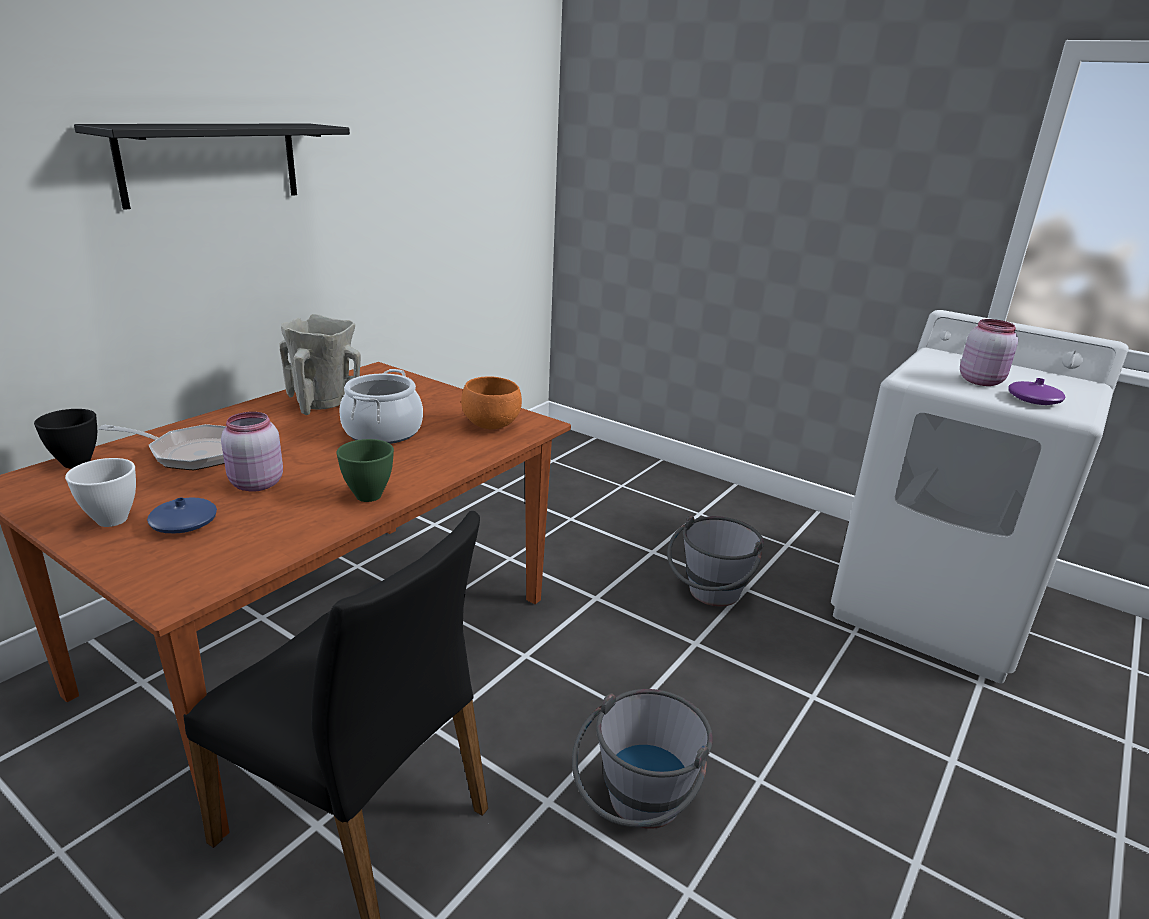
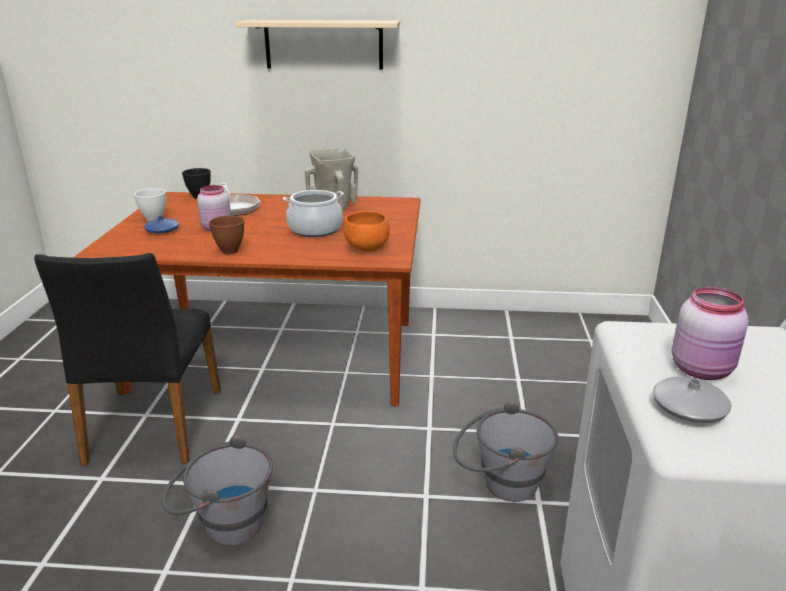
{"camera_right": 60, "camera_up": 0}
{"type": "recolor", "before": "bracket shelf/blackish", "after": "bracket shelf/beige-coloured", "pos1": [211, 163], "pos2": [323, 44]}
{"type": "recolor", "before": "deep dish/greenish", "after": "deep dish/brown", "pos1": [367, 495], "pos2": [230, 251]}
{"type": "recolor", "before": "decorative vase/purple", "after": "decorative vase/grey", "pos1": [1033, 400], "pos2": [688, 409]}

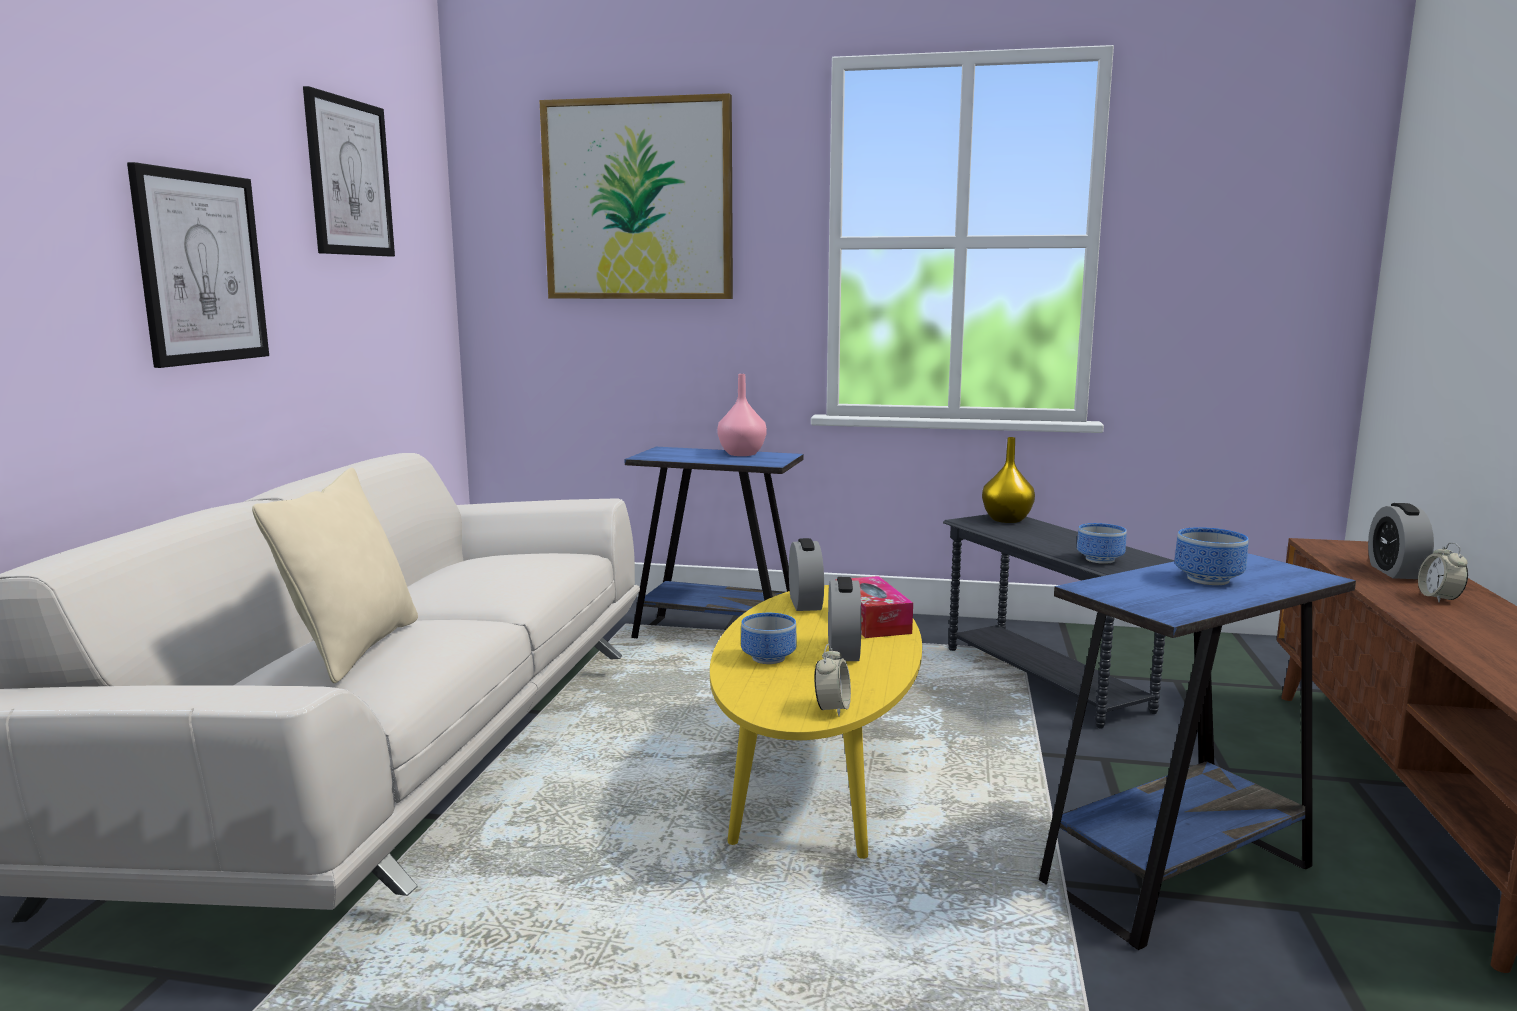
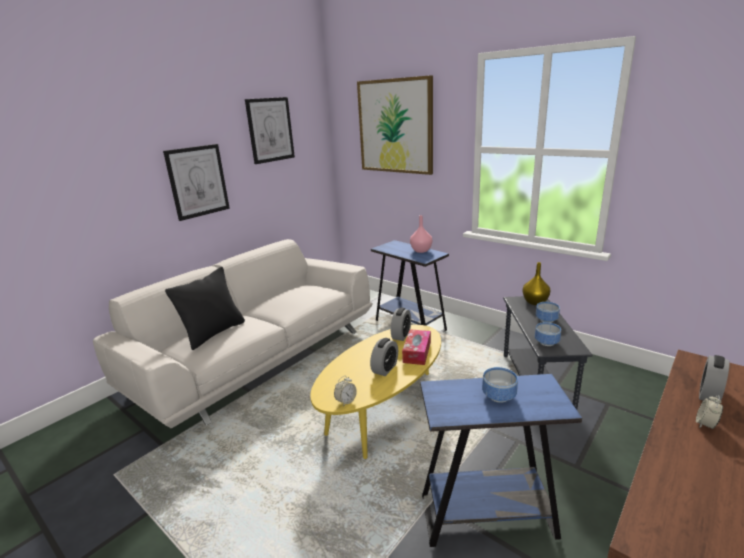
{"camera_right": 30, "camera_up": 10}
{"type": "move", "before": "deep dish", "pos1": [771, 658], "pos2": [547, 320]}
{"type": "recolor", "before": "pillow/beige-coloured", "after": "pillow/blackish", "pos1": [353, 648], "pos2": [214, 333]}

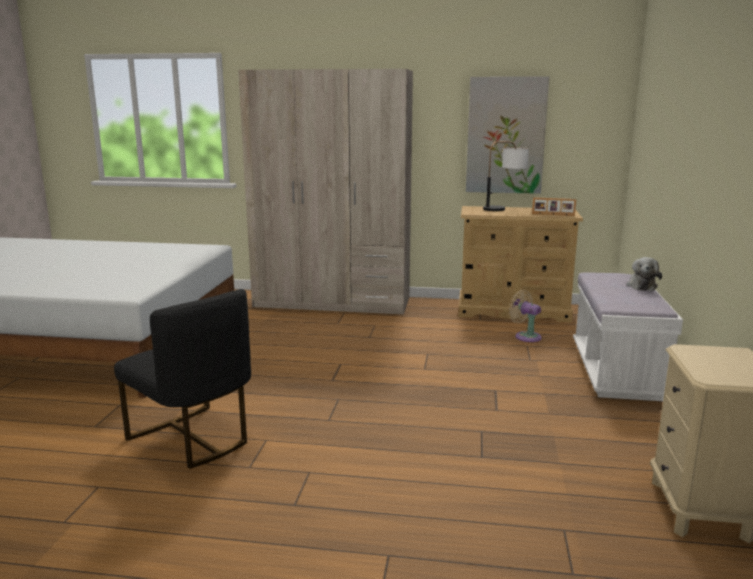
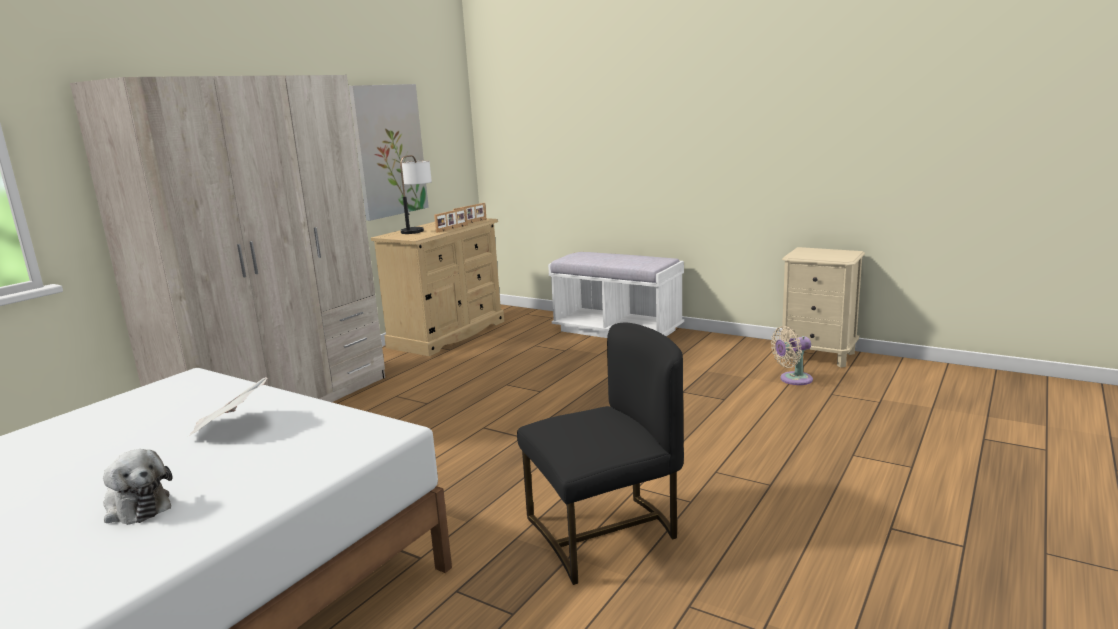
{"camera_right": -65, "camera_up": 0}
{"type": "insert", "after": "printed paper", "pos2": [231, 427]}
{"type": "insert", "after": "picture frame", "pos2": [452, 228]}
{"type": "move", "before": "electric fan/beige-coloured", "pos1": [525, 336], "pos2": [793, 379]}
{"type": "move", "before": "soft toy", "pos1": [641, 286], "pos2": [136, 507]}

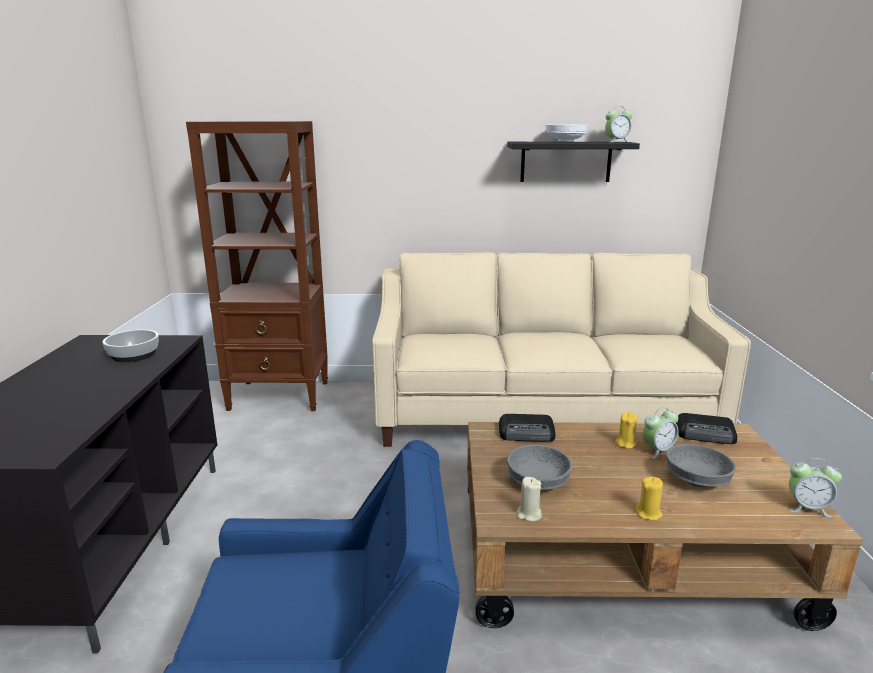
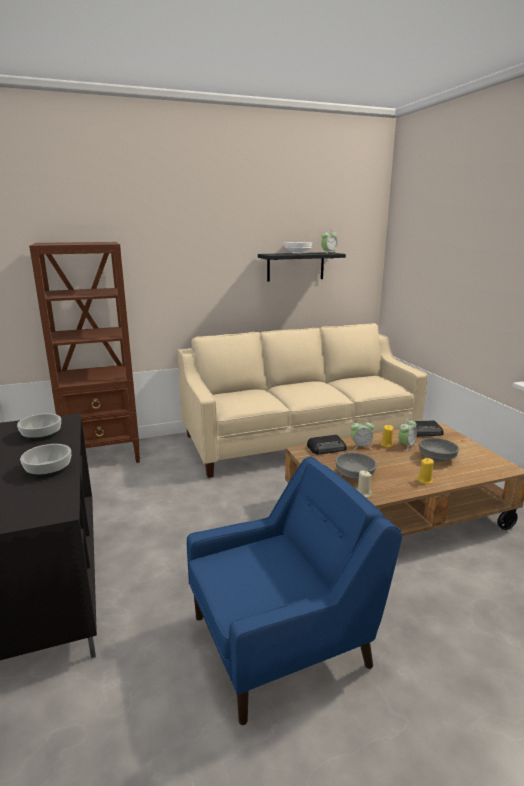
{"camera_right": -20, "camera_up": 0}
{"type": "insert", "after": "deep dish", "pos2": [49, 469]}
{"type": "move", "before": "bedside clock", "pos1": [807, 508], "pos2": [361, 446]}

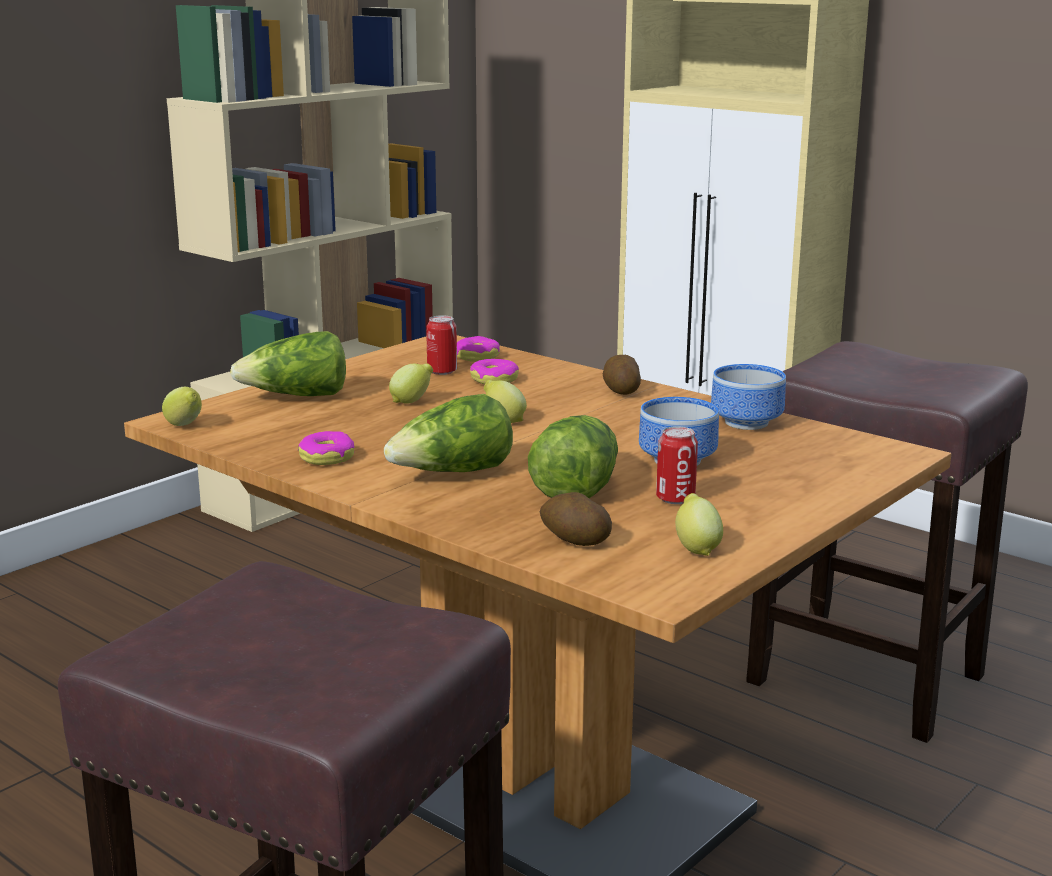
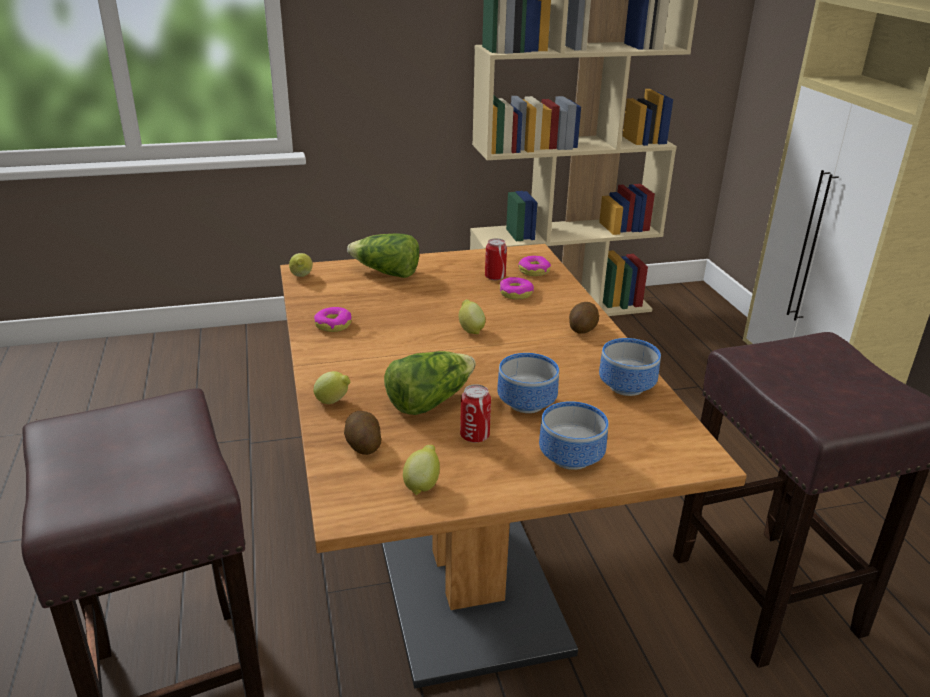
{"camera_right": 35, "camera_up": 10}
{"type": "delete", "before": "lettuce head", "pos1": [453, 473]}
{"type": "insert", "after": "deep dish", "pos2": [573, 459]}
{"type": "move", "before": "whole lemon", "pos1": [412, 401], "pos2": [333, 402]}

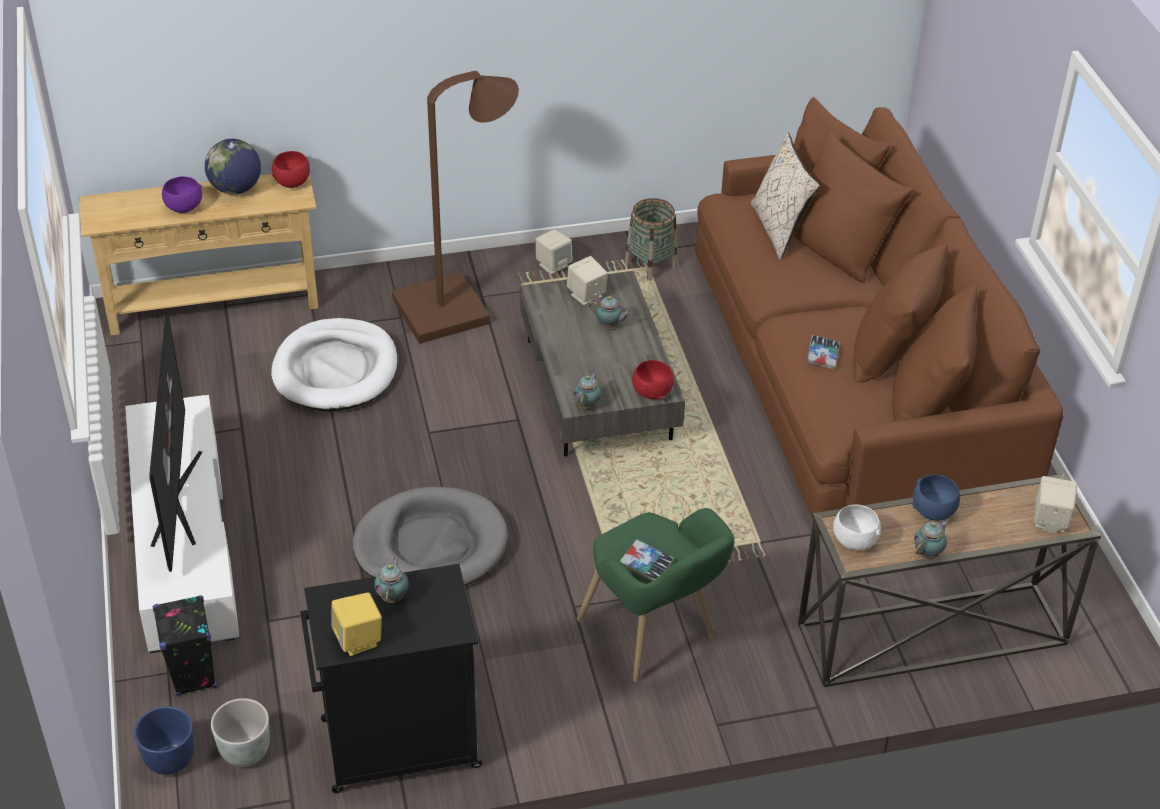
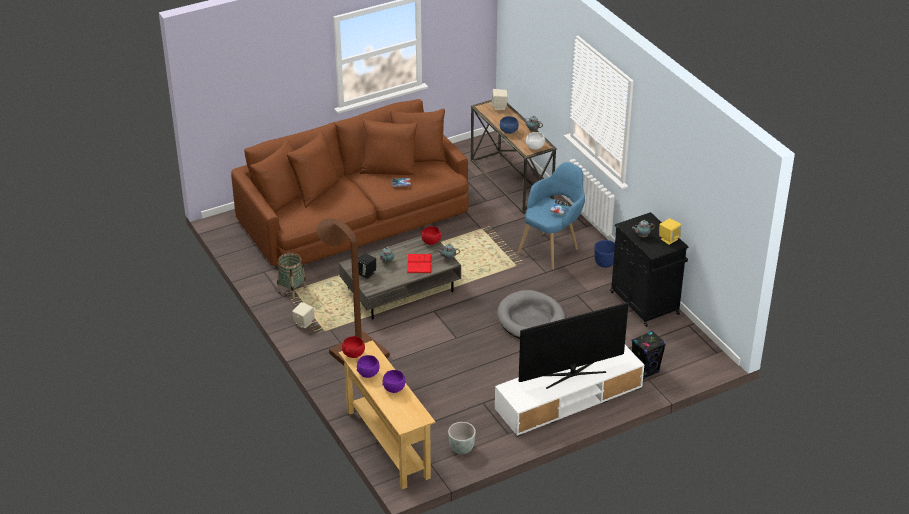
{"camera_right": -105, "camera_up": -5}
{"type": "delete", "before": "pet bed/whitish", "pos1": [336, 370]}
{"type": "delete", "before": "pillow/beige-coloured", "pos1": [780, 229]}
{"type": "insert", "after": "volume/red", "pos2": [419, 263]}
{"type": "move", "before": "flower pot/bluish", "pos1": [169, 760], "pos2": [605, 263]}
{"type": "move", "before": "flower pot/grey", "pos1": [245, 751], "pos2": [461, 448]}
{"type": "replace", "before": "desk globe", "after": "deep dish/purple", "pos1": [236, 189], "pos2": [368, 374]}
{"type": "recolor", "before": "speaker/beige-coloured", "after": "speaker/blackish", "pos1": [586, 296], "pos2": [366, 273]}
{"type": "recolor", "before": "armchair/greenish", "after": "armchair/bluish", "pos1": [656, 640], "pos2": [552, 247]}

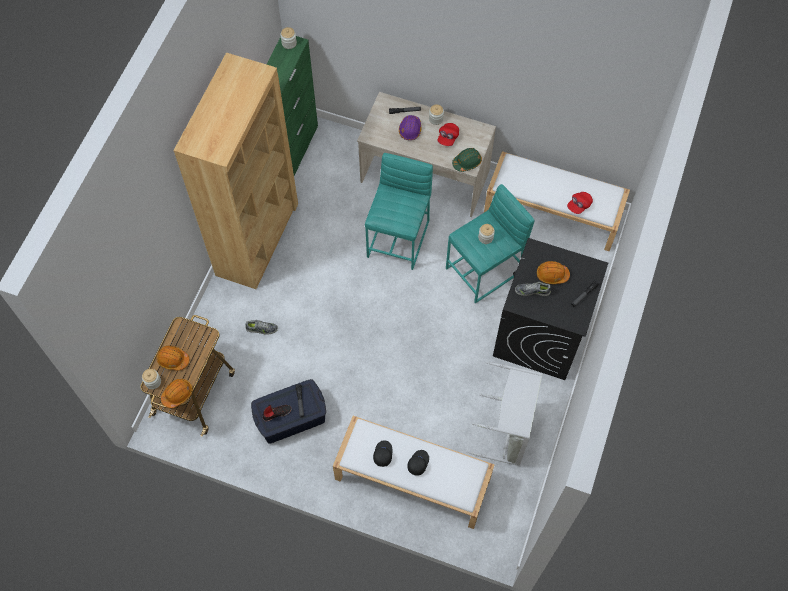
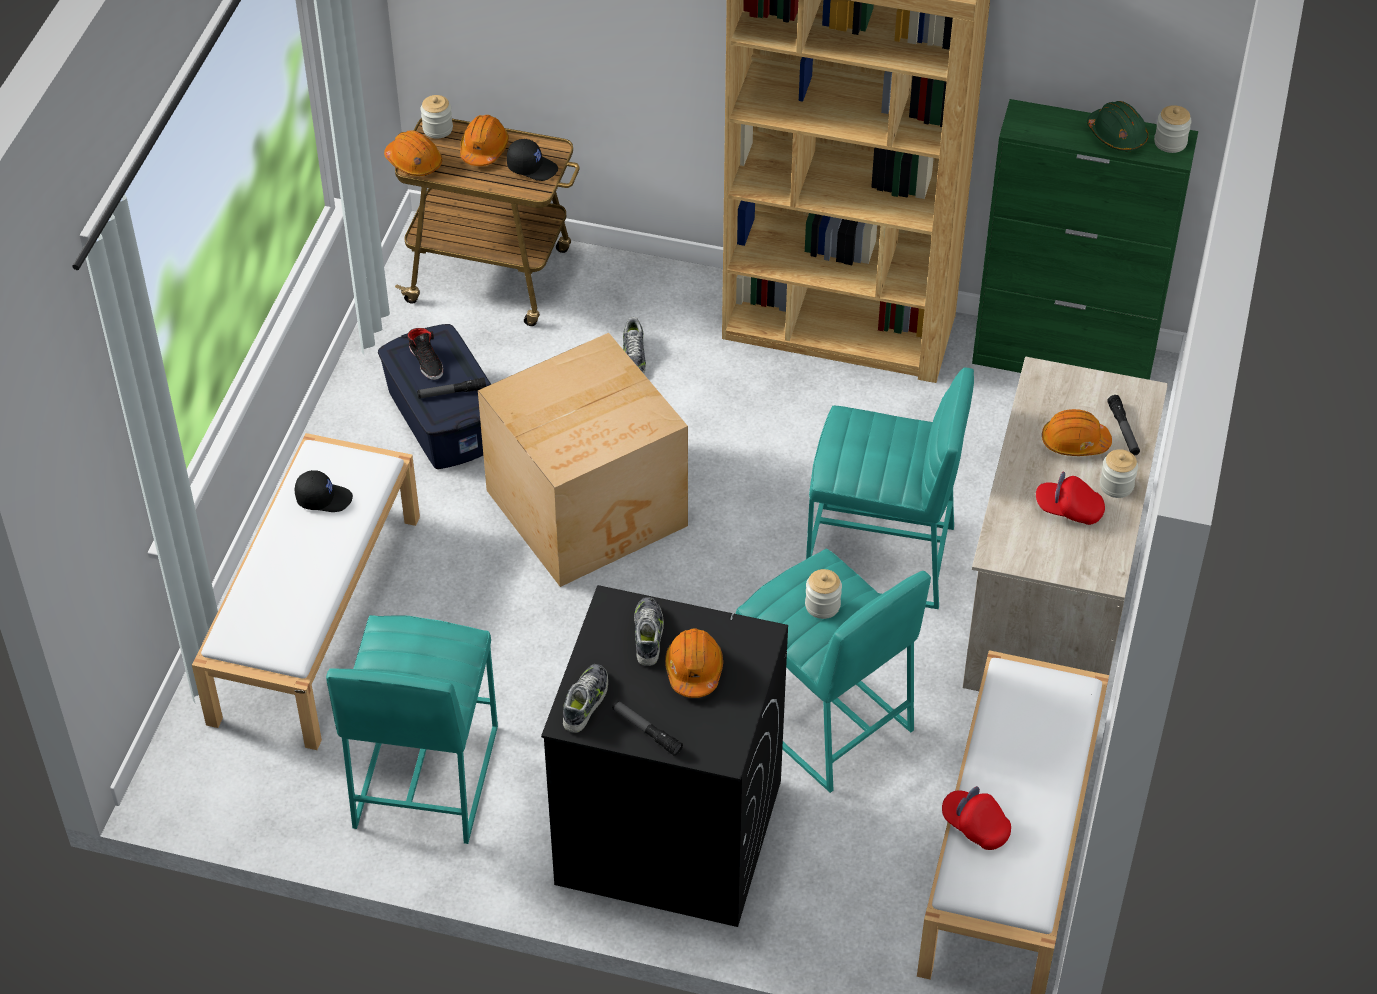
{"camera_right": 85, "camera_up": -15}
{"type": "insert", "after": "carton", "pos2": [590, 508]}
{"type": "insert", "after": "shoe", "pos2": [586, 702]}
{"type": "move", "before": "peaked cap/blackish", "pos1": [418, 463], "pos2": [532, 167]}
{"type": "move", "before": "work helmet/greenish", "pos1": [467, 162], "pos2": [1117, 135]}
{"type": "replace", "before": "laundry basket/grey", "after": "stool/turquoise-coloured", "pos1": [507, 431], "pos2": [424, 777]}
{"type": "recolor", "before": "work helmet/purple", "after": "work helmet/orange-coloured", "pos1": [410, 130], "pos2": [1074, 442]}

